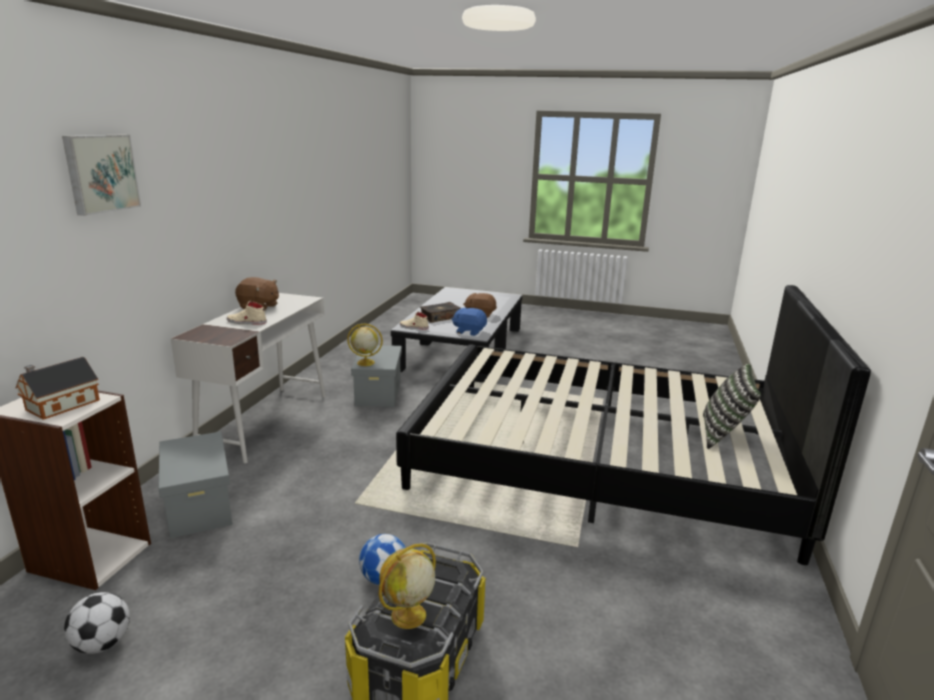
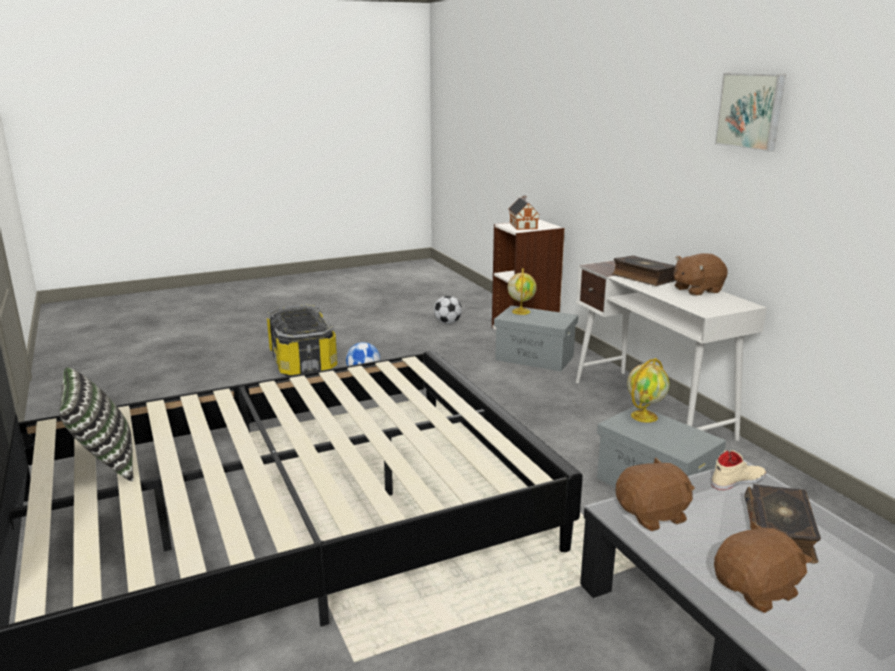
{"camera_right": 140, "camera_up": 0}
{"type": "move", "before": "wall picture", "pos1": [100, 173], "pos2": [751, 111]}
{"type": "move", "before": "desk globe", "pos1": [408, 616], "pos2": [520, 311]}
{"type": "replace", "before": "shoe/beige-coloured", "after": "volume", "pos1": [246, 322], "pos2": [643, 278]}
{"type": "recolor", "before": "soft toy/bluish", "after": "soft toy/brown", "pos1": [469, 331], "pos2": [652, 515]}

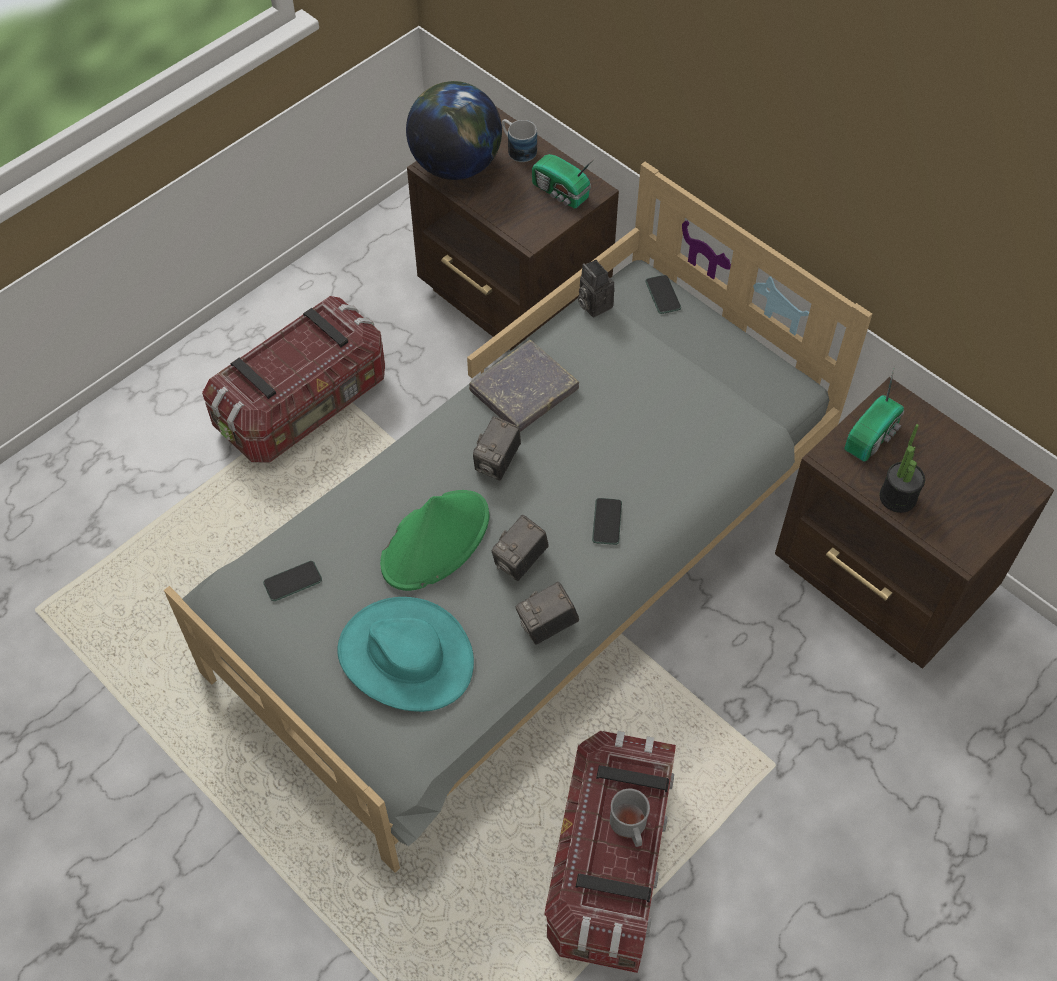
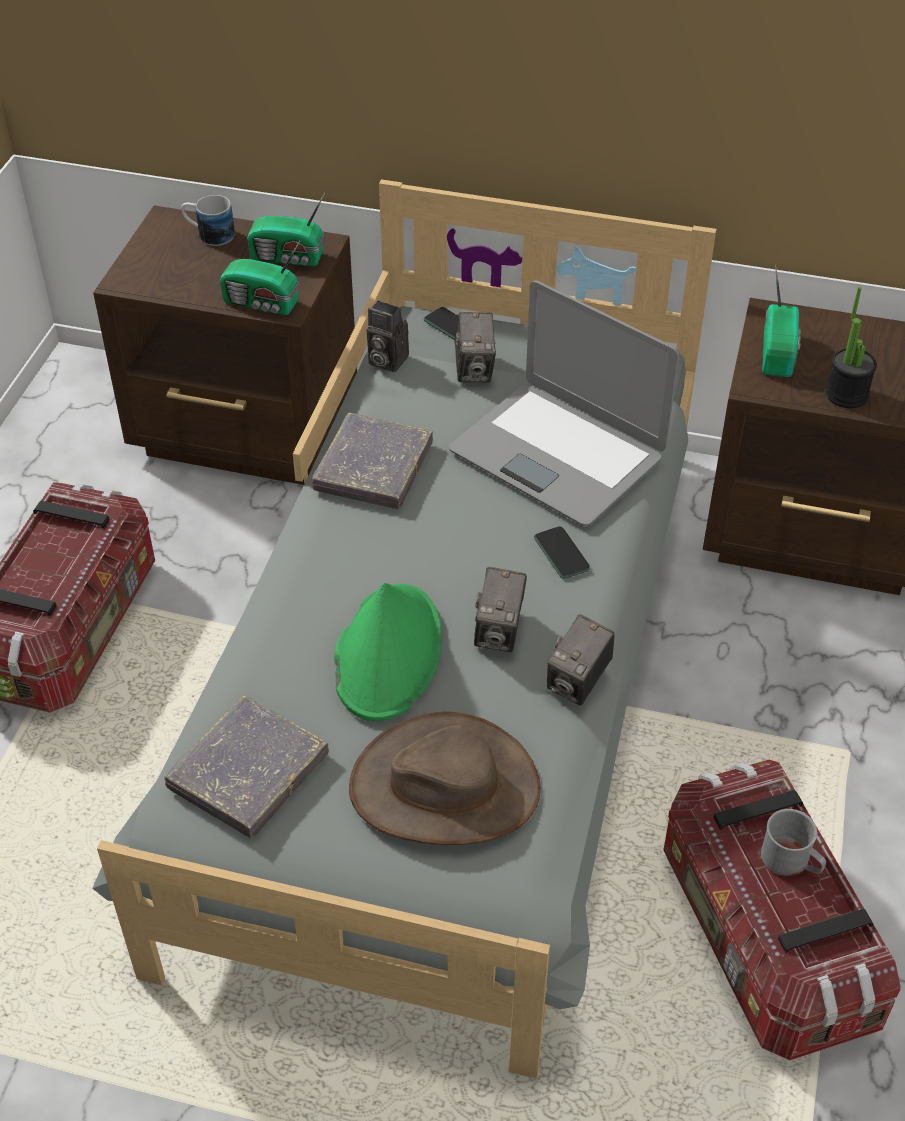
{"camera_right": -30, "camera_up": -10}
{"type": "delete", "before": "desk globe", "pos1": [456, 165]}
{"type": "insert", "after": "radio receiver", "pos2": [262, 303]}
{"type": "insert", "after": "notebook computer", "pos2": [557, 454]}
{"type": "move", "before": "still camera", "pos1": [497, 462], "pos2": [474, 369]}
{"type": "replace", "before": "handset", "after": "volume/grey", "pos1": [292, 581], "pos2": [248, 771]}
{"type": "recolor", "before": "clothing hat/turquoise-coloured", "after": "clothing hat/brown", "pos1": [406, 656], "pos2": [445, 787]}

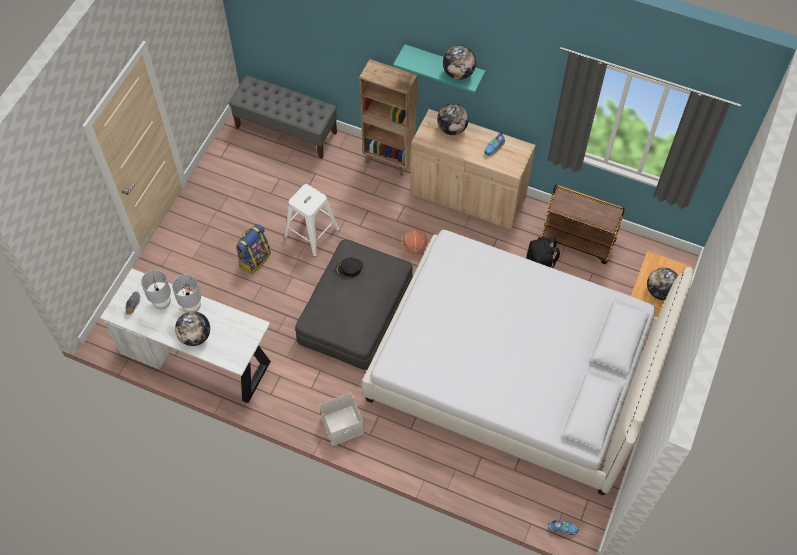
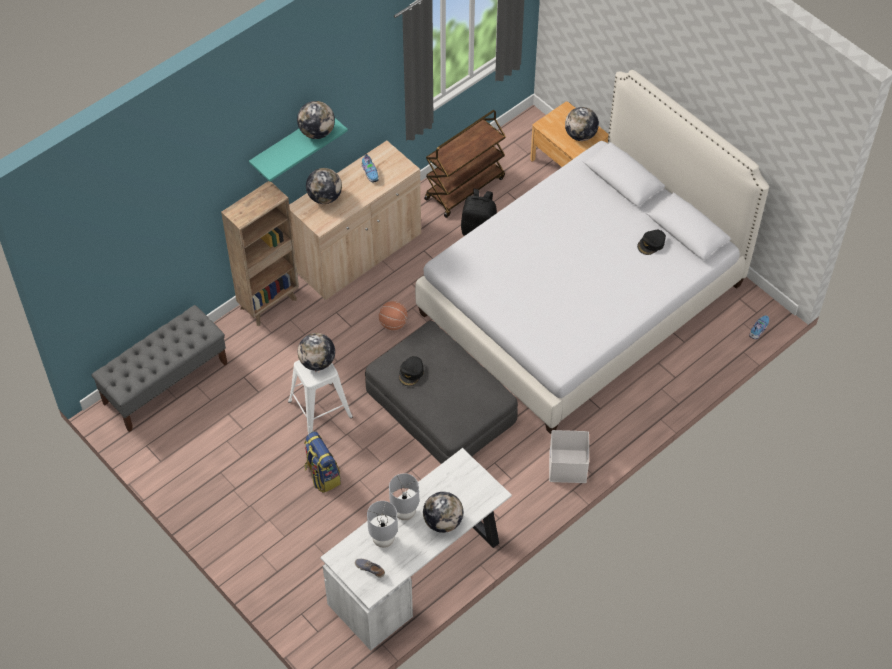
{"camera_right": -65, "camera_up": -5}
{"type": "insert", "after": "desk globe", "pos2": [317, 362]}
{"type": "insert", "after": "peaked cap/blackish", "pos2": [651, 244]}

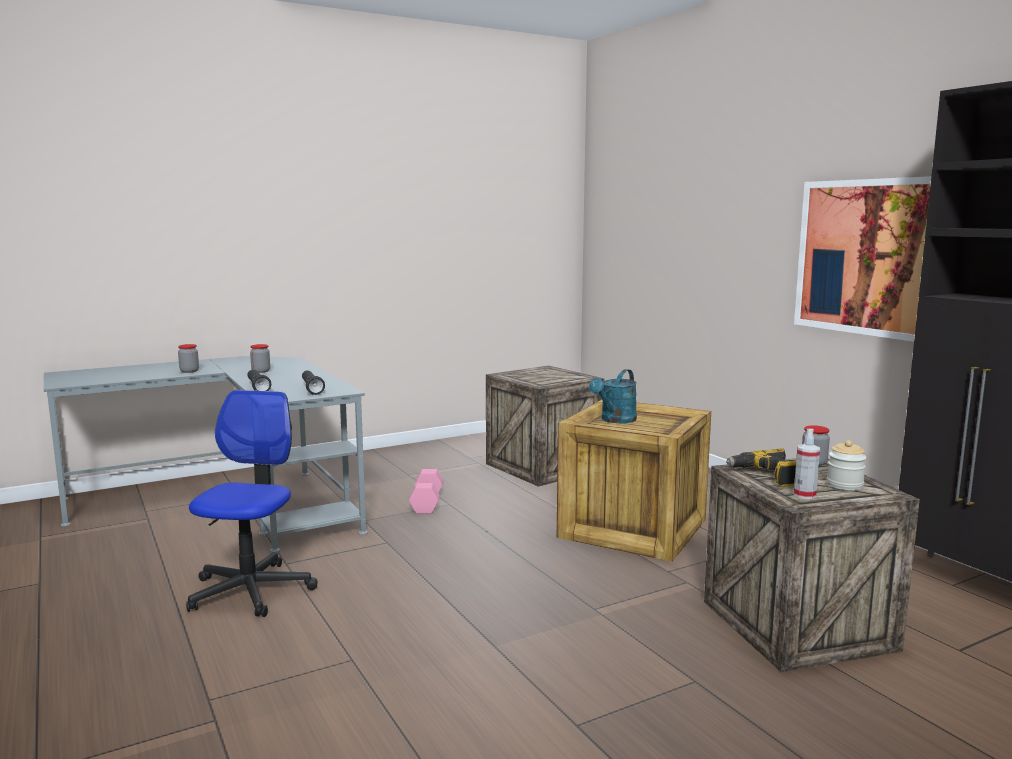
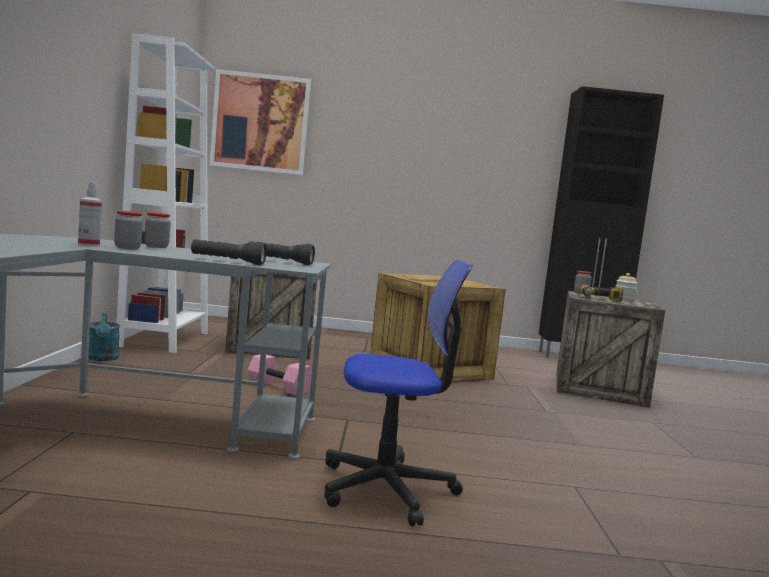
{"camera_right": -60, "camera_up": -5}
{"type": "insert", "after": "bookcase/whitish", "pos2": [164, 339]}
{"type": "move", "before": "preserve jar", "pos1": [189, 371], "pos2": [156, 247]}
{"type": "move", "before": "watering pot/turquoise-coloured", "pos1": [615, 420], "pos2": [103, 359]}
{"type": "move", "before": "wall picture", "pos1": [865, 257], "pos2": [260, 123]}
{"type": "move", "before": "spray bottle", "pos1": [804, 495], "pos2": [88, 245]}
{"type": "rotate", "before": "desk chair", "pos1": [250, 591], "pos2": [387, 488], "turn": 135}

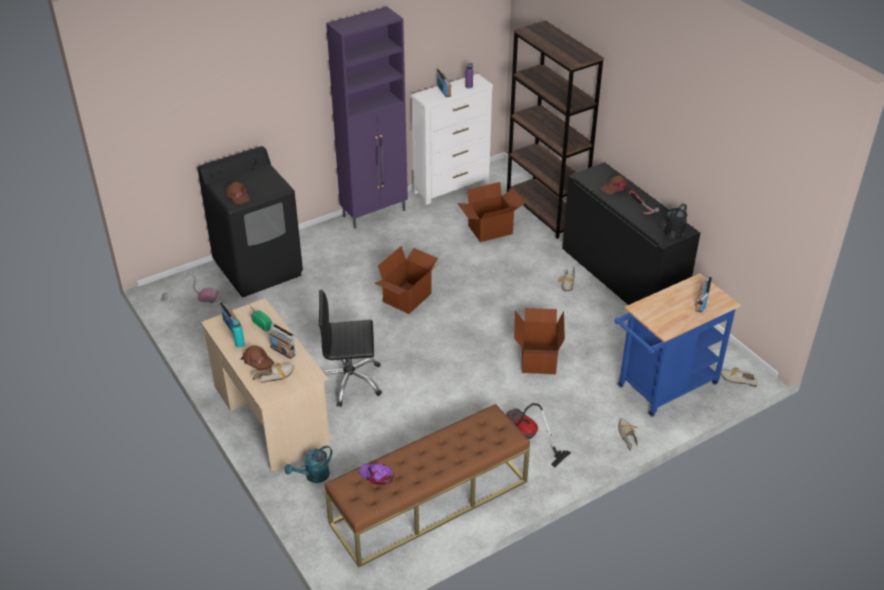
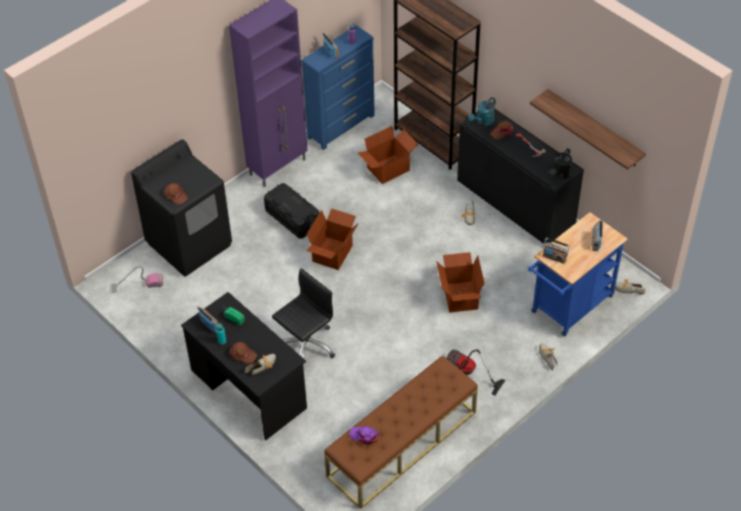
{"camera_right": -10, "camera_up": 10}
{"type": "insert", "after": "storage container/blackish", "pos2": [292, 218]}
{"type": "insert", "after": "bracket shelf", "pos2": [594, 129]}
{"type": "move", "before": "radio receiver", "pos1": [283, 350], "pos2": [554, 257]}
{"type": "move", "before": "watering pot/turquoise-coloured", "pos1": [313, 476], "pos2": [483, 122]}
{"type": "recolor", "before": "desk/beige-coloured", "after": "desk/blackish", "pos1": [271, 415], "pos2": [248, 389]}
{"type": "recolor", "before": "chest of drawers/whitish", "after": "chest of drawers/bluish", "pos1": [452, 187], "pos2": [341, 126]}
{"type": "rotate", "before": "desk chair/blackish", "pos1": [349, 381], "pos2": [305, 345], "turn": 150}

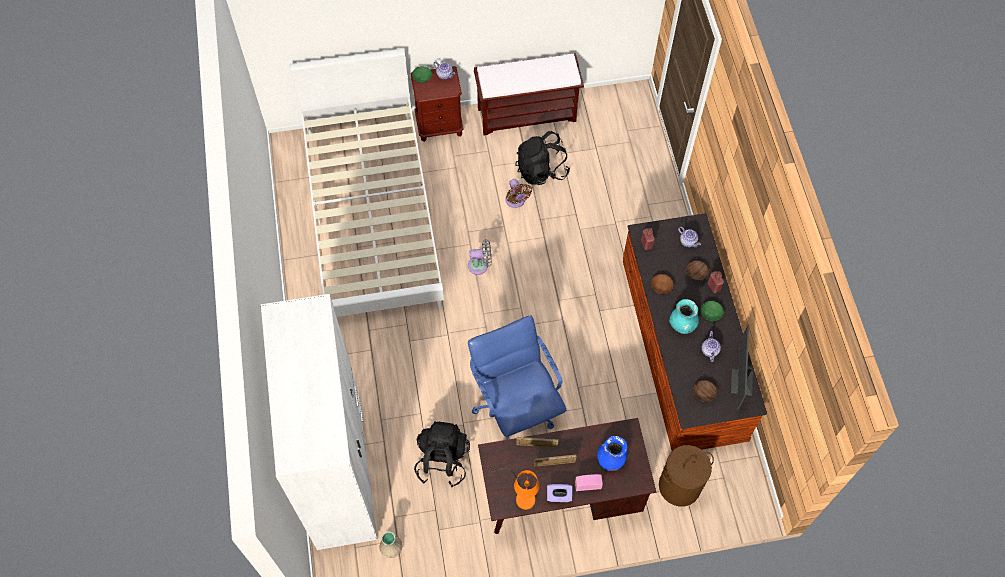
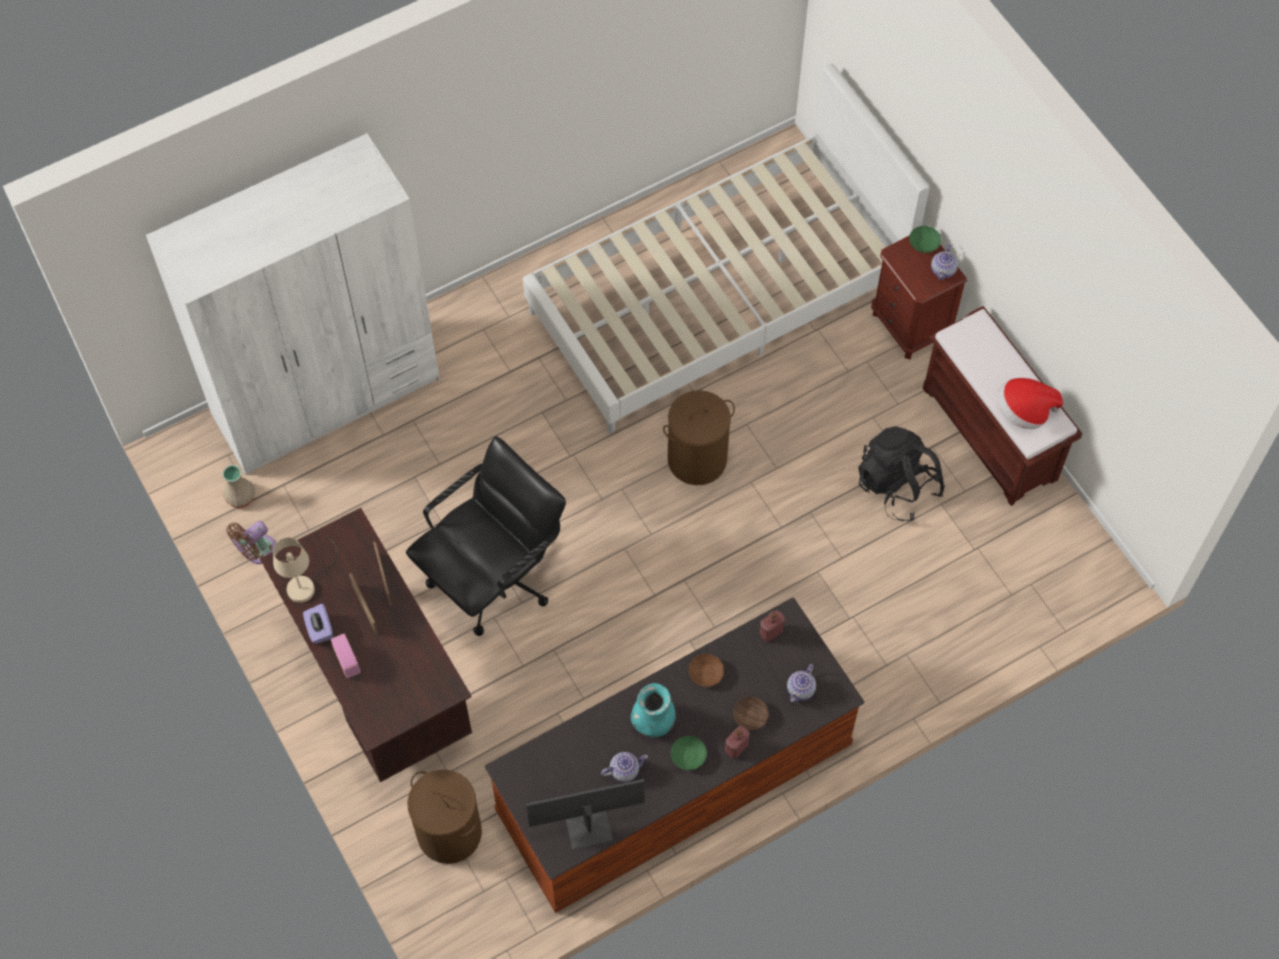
{"camera_right": 70, "camera_up": 0}
{"type": "delete", "before": "rucksack/blackish", "pos1": [442, 460]}
{"type": "delete", "before": "decorative vase/bluish", "pos1": [611, 459]}
{"type": "delete", "before": "deep dish/brown", "pos1": [703, 393]}
{"type": "insert", "after": "clothing hat", "pos2": [1023, 411]}
{"type": "move", "before": "electric fan/brown", "pos1": [516, 201], "pos2": [257, 552]}
{"type": "replace", "before": "electric fan/grey", "after": "laundry basket/brown", "pos1": [480, 265], "pos2": [697, 459]}
{"type": "recolor", "before": "desk chair/bluish", "after": "desk chair/blackish", "pos1": [515, 406], "pos2": [493, 578]}
{"type": "recolor", "before": "lamp for a table/orange-coloured", "after": "lamp for a table/beige-coloured", "pos1": [522, 495], "pos2": [307, 583]}

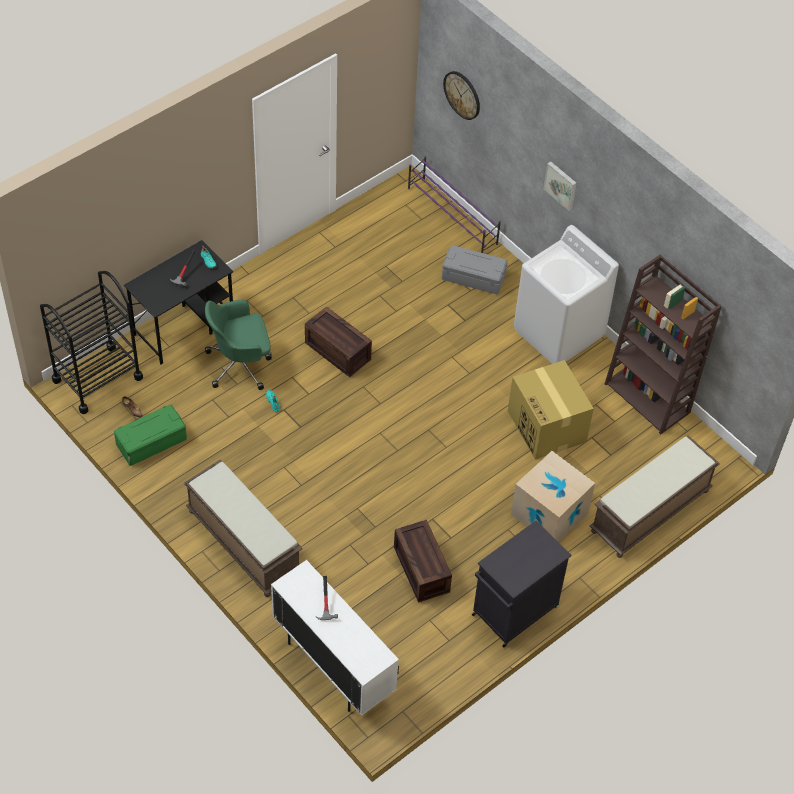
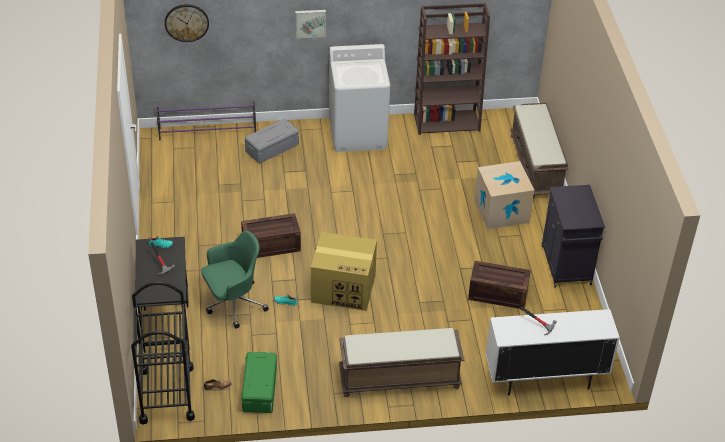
{"camera_right": -55, "camera_up": -10}
{"type": "move", "before": "carton", "pos1": [547, 427], "pos2": [344, 288]}
{"type": "rotate", "before": "desk chair/greenish", "pos1": [240, 364], "pos2": [233, 303], "turn": -135}

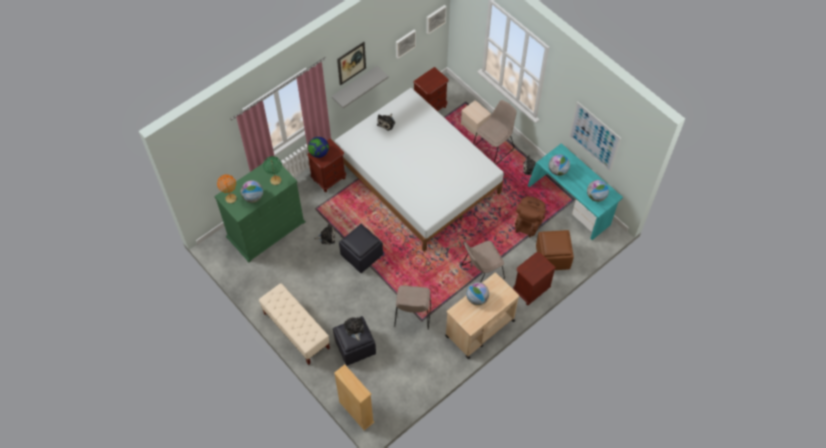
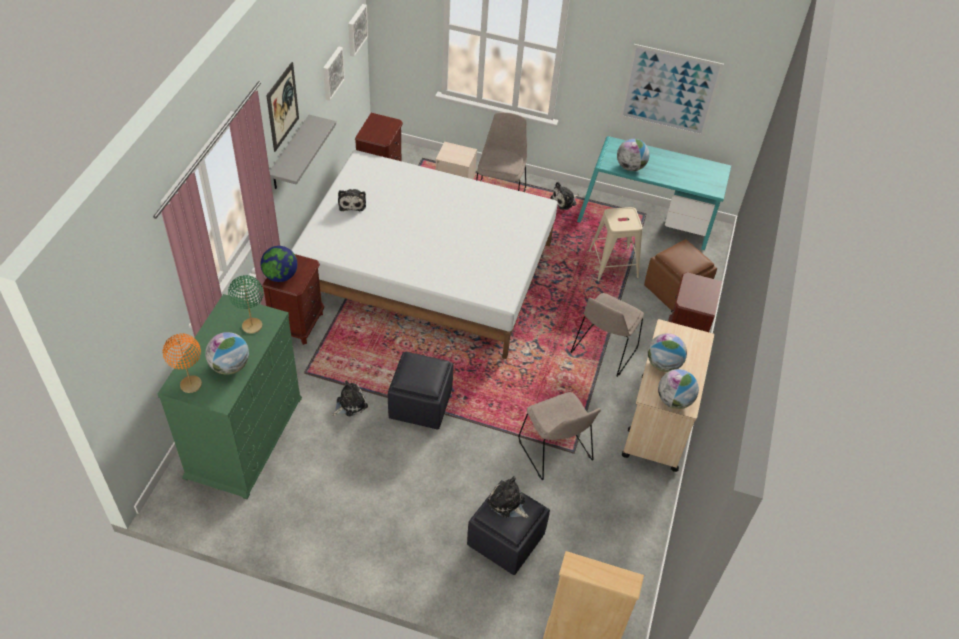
{"camera_right": -35, "camera_up": -10}
{"type": "delete", "before": "long seat/beige-coloured", "pos1": [296, 331]}
{"type": "move", "before": "desk globe", "pos1": [596, 196], "pos2": [674, 400]}
{"type": "replace", "before": "rucksack/brown", "after": "stool/beige-coloured", "pos1": [528, 223], "pos2": [613, 264]}

